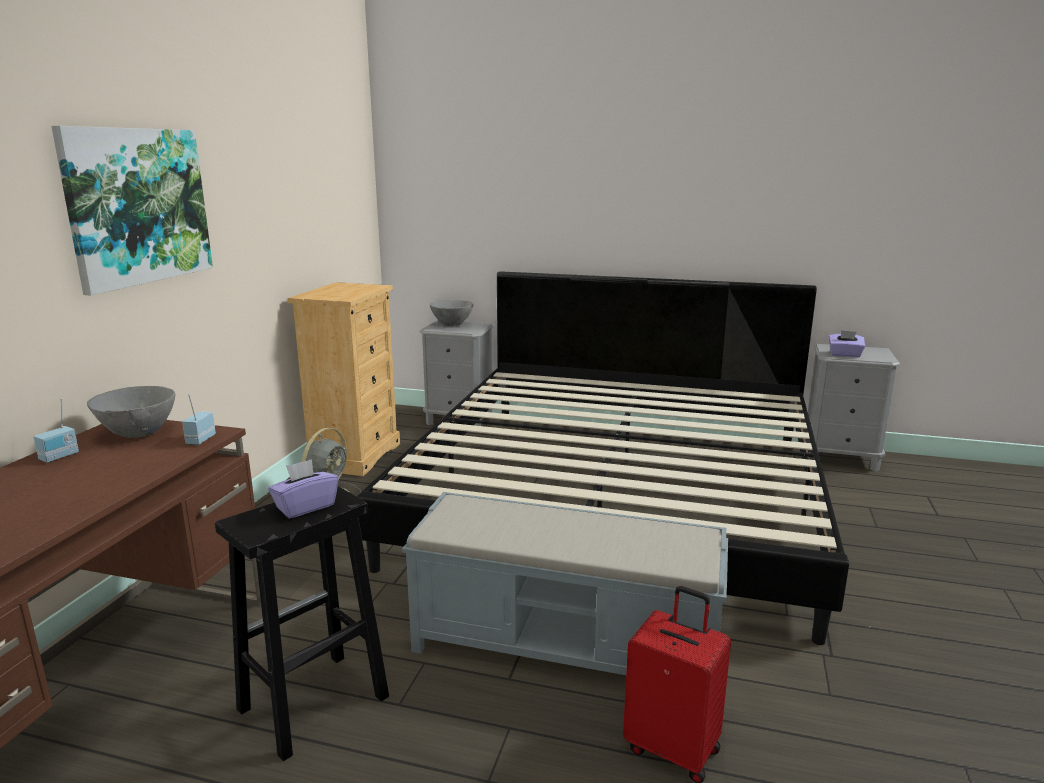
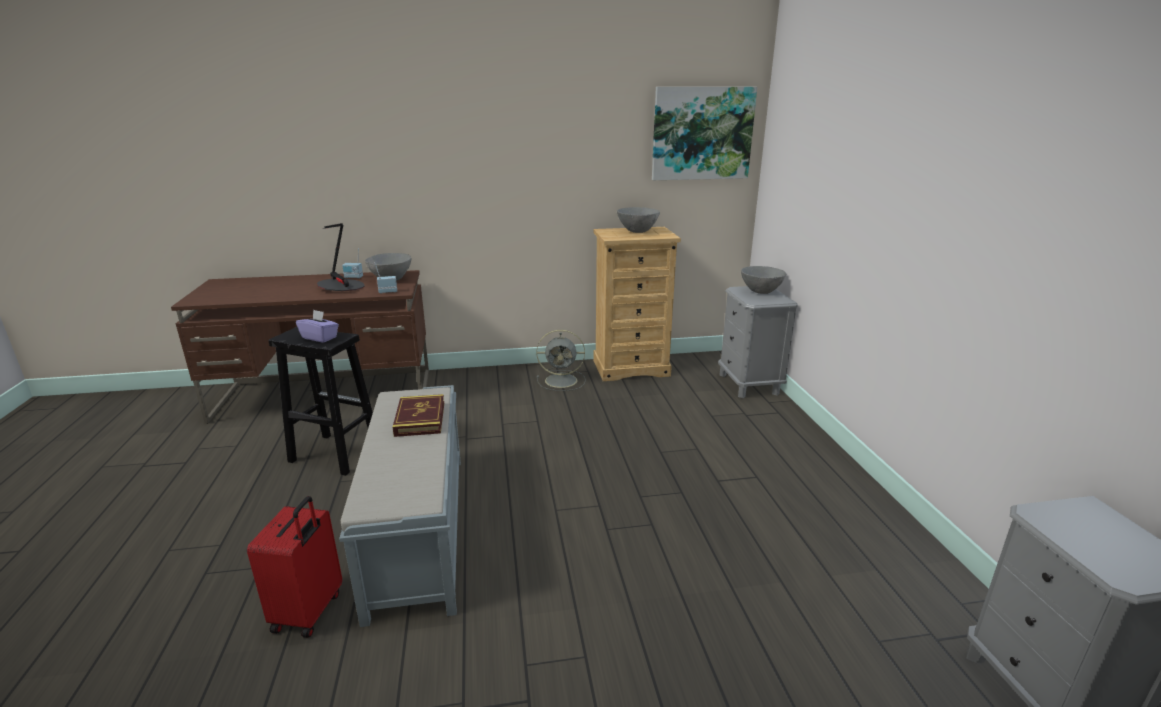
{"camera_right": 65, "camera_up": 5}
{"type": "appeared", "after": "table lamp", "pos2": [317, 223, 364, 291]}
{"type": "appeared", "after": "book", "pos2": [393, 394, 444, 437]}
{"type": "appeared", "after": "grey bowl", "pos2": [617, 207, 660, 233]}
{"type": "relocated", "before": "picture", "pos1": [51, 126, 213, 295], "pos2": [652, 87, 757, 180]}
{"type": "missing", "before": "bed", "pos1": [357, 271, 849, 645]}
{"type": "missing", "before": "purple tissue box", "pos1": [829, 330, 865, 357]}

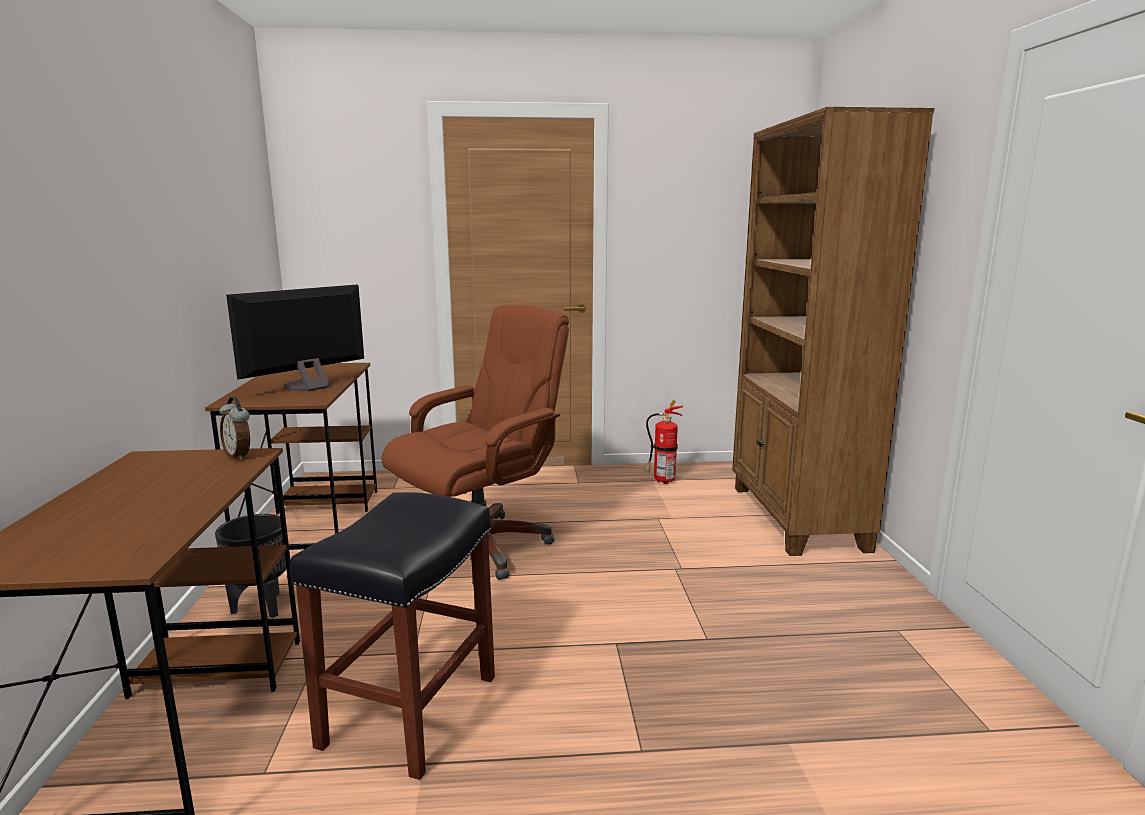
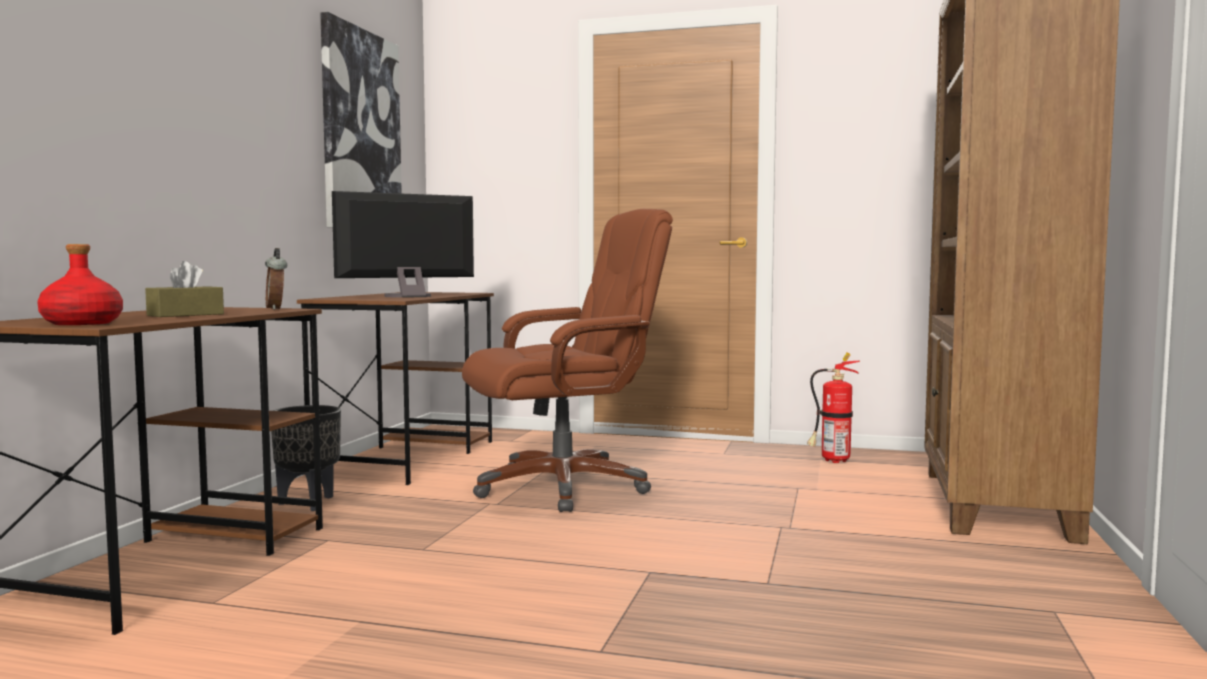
{"camera_right": 20, "camera_up": -10}
{"type": "appeared", "after": "red bottle", "pos2": [37, 244, 123, 325]}
{"type": "appeared", "after": "brown tissue box", "pos2": [145, 261, 224, 317]}
{"type": "appeared", "after": "picture", "pos2": [320, 12, 402, 228]}
{"type": "missing", "before": "black stool", "pos1": [290, 492, 495, 780]}

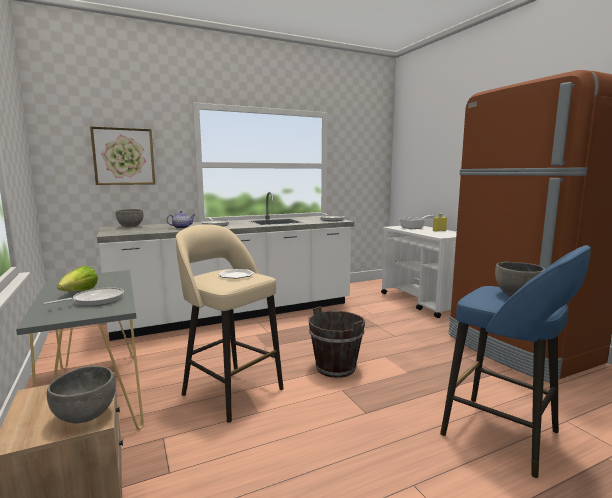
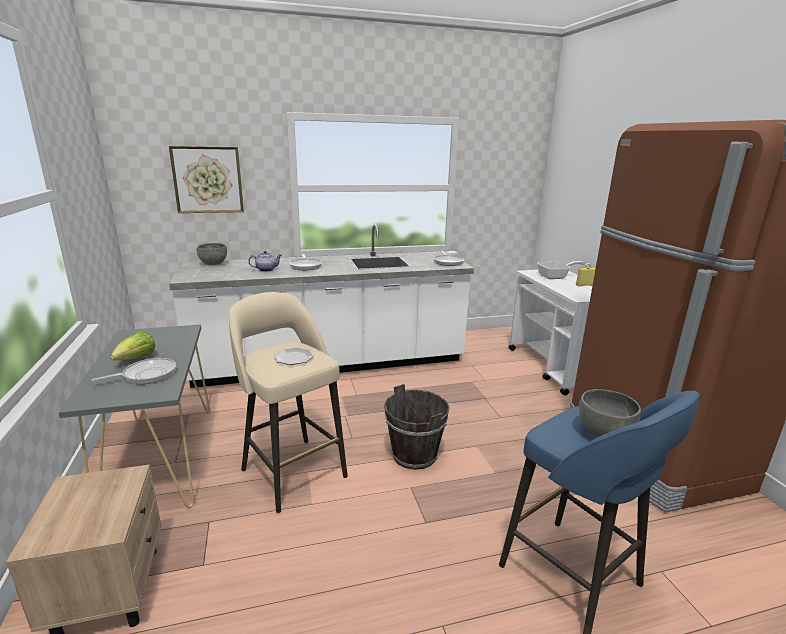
{"camera_right": 10, "camera_up": 10}
{"type": "missing", "before": "grey bowl", "pos1": [47, 366, 116, 423]}

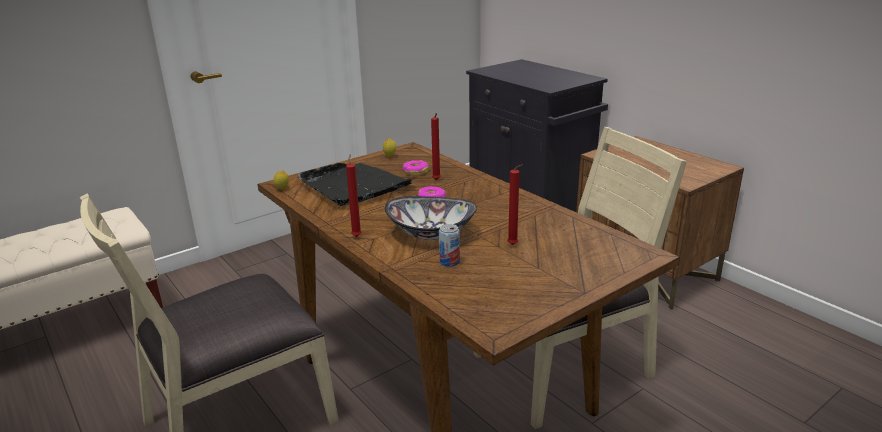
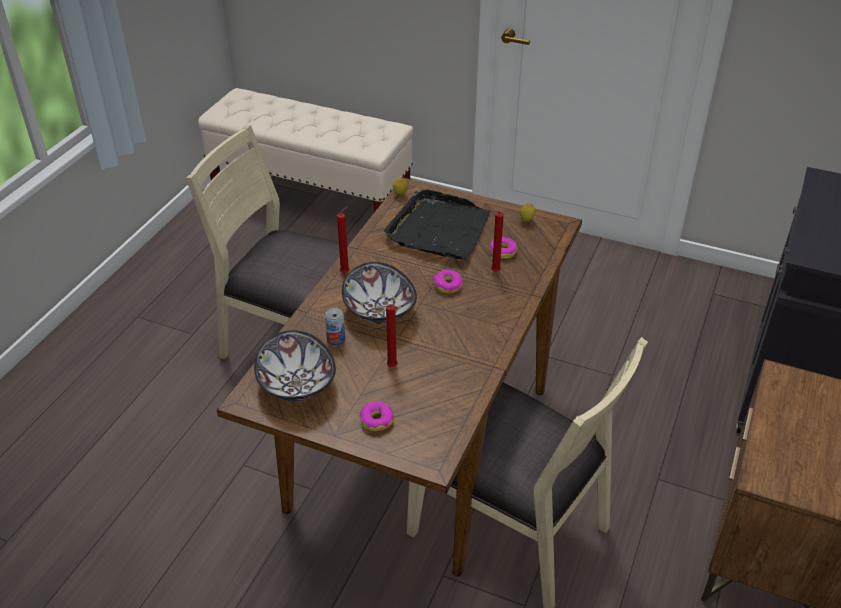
{"camera_right": 60, "camera_up": 15}
{"type": "appeared", "after": "bowl", "pos2": [254, 330, 336, 402]}
{"type": "appeared", "after": "donut", "pos2": [359, 402, 394, 431]}

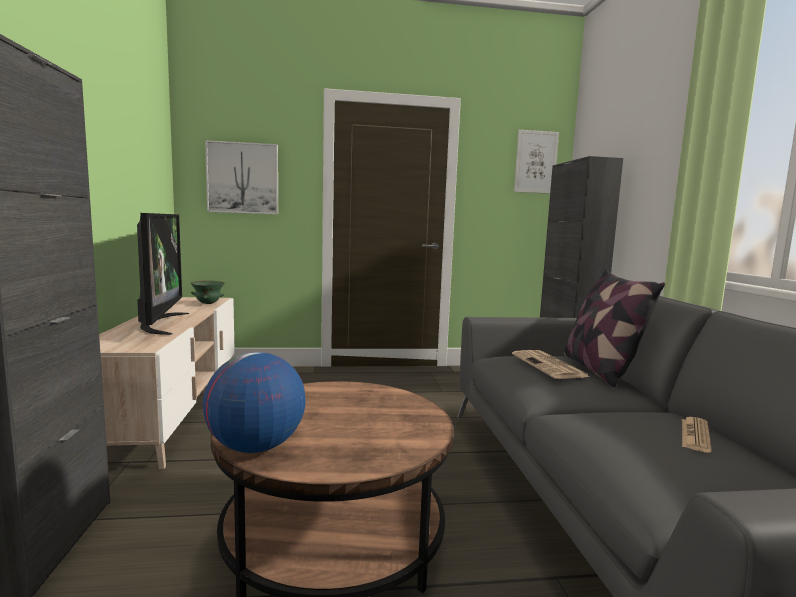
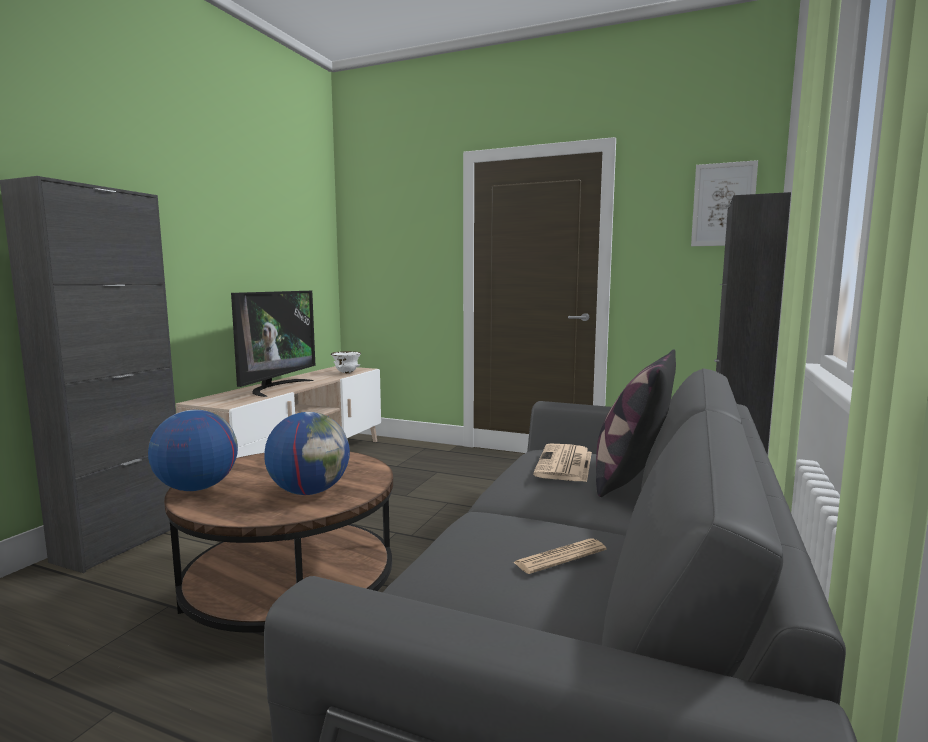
{"camera_right": 30, "camera_up": 0}
{"type": "appeared", "after": "globe", "pos2": [264, 412, 350, 495]}
{"type": "colour", "before": "green bowl", "after": "white bowl", "pos1": [191, 281, 225, 304], "pos2": [331, 351, 361, 373]}
{"type": "missing", "before": "picture", "pos1": [205, 140, 278, 214]}

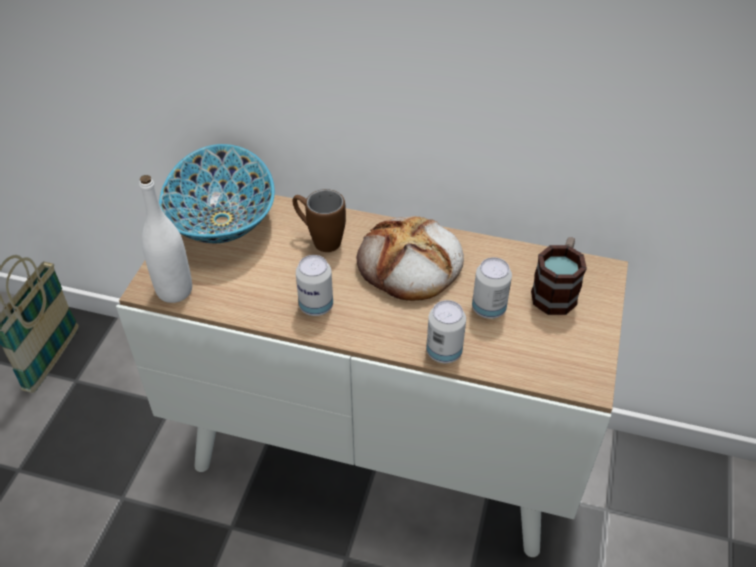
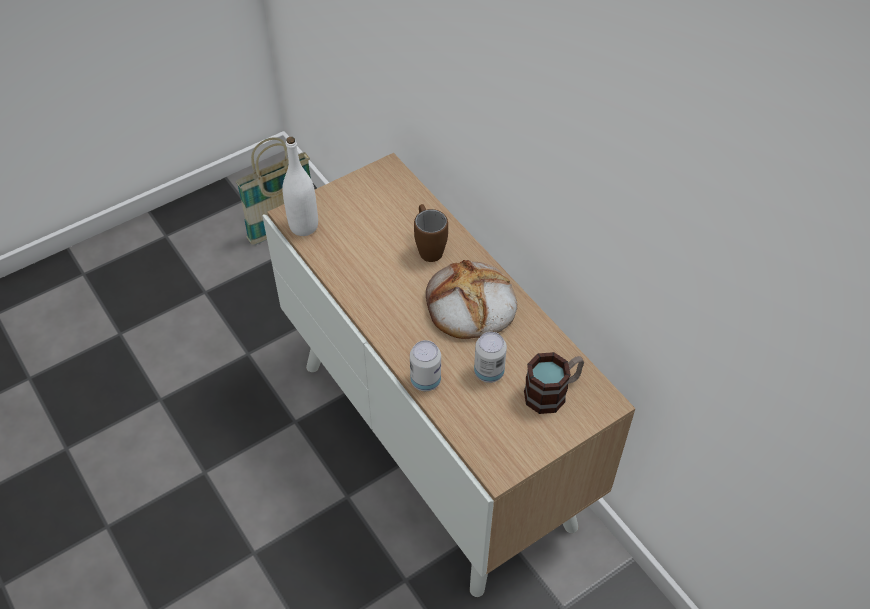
{"camera_right": 40, "camera_up": 5}
{"type": "missing", "before": "bowl", "pos1": [159, 144, 275, 243]}
{"type": "missing", "before": "can", "pos1": [296, 255, 333, 316]}

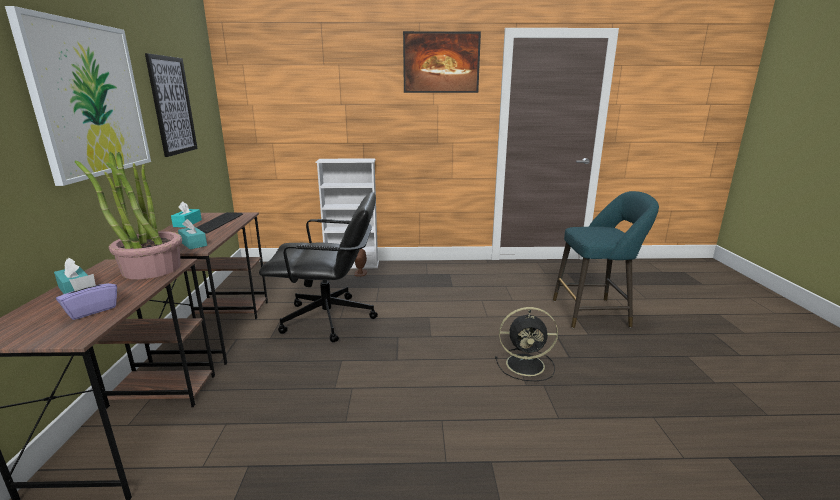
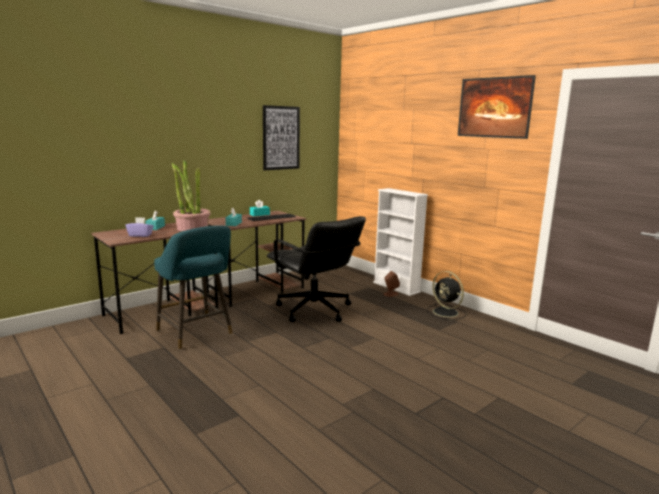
{"camera_right": 50, "camera_up": -5}
{"type": "relocated", "before": "turquoise stool", "pos1": [553, 191, 659, 328], "pos2": [154, 226, 233, 350]}
{"type": "relocated", "before": "black fan", "pos1": [495, 307, 558, 381], "pos2": [427, 271, 466, 320]}
{"type": "missing", "before": "picture", "pos1": [5, 6, 151, 186]}

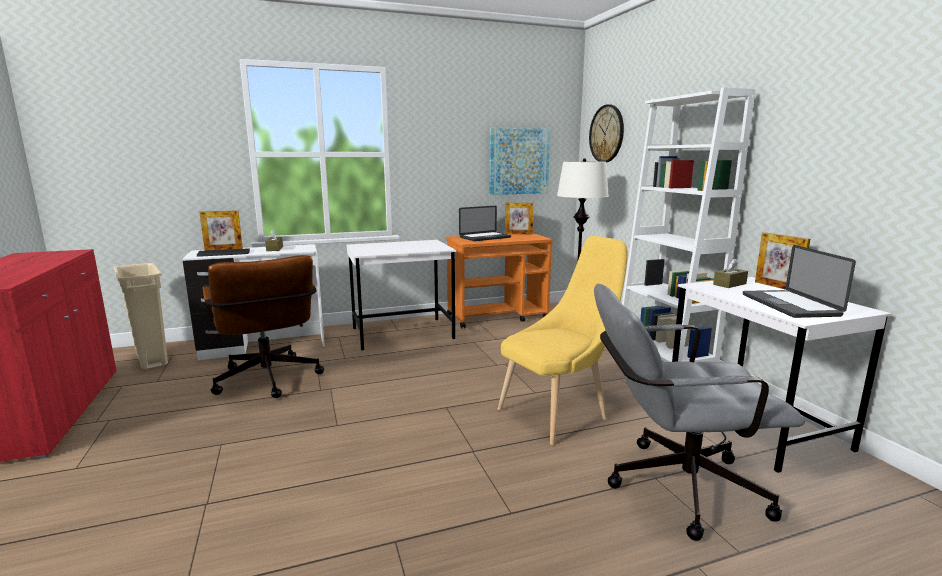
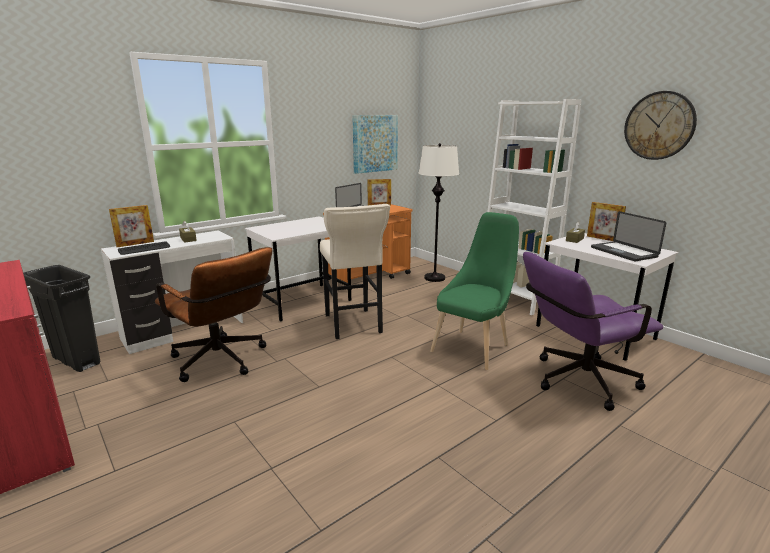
{"camera_right": -20, "camera_up": 5}
{"type": "colour", "before": "beige trash can", "after": "black trash can", "pos1": [114, 263, 168, 369], "pos2": [23, 265, 100, 372]}
{"type": "appeared", "after": "beige stool", "pos2": [320, 204, 390, 339]}
{"type": "colour", "before": "yellow chair", "after": "green chair", "pos1": [498, 236, 628, 445], "pos2": [430, 212, 519, 370]}
{"type": "colour", "before": "grey office chair", "after": "purple office chair", "pos1": [594, 284, 805, 541], "pos2": [523, 252, 663, 411]}
{"type": "relocated", "before": "wall clock", "pos1": [589, 104, 624, 162], "pos2": [624, 91, 697, 160]}

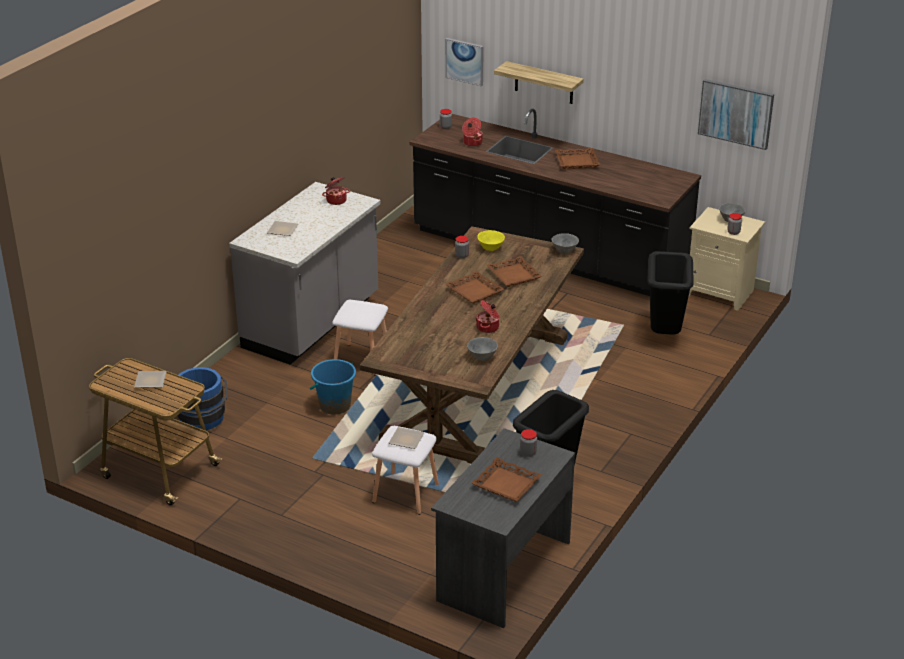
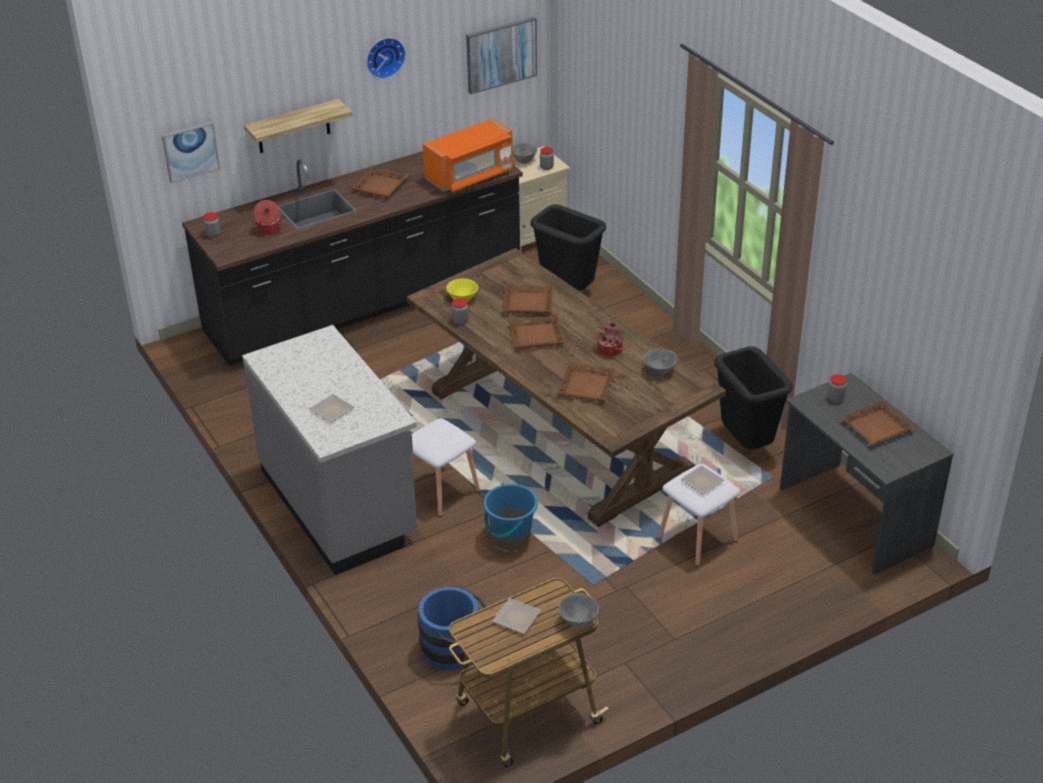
{"camera_right": -60, "camera_up": 5}
{"type": "appeared", "after": "wall clock", "pos2": [366, 38, 406, 79]}
{"type": "appeared", "after": "orange microwave", "pos2": [423, 118, 513, 192]}
{"type": "appeared", "after": "brown tray", "pos2": [557, 362, 616, 401]}
{"type": "relocated", "before": "grey bowl", "pos1": [552, 233, 579, 254], "pos2": [558, 594, 599, 628]}
{"type": "missing", "before": "cooking pot", "pos1": [322, 177, 350, 205]}

